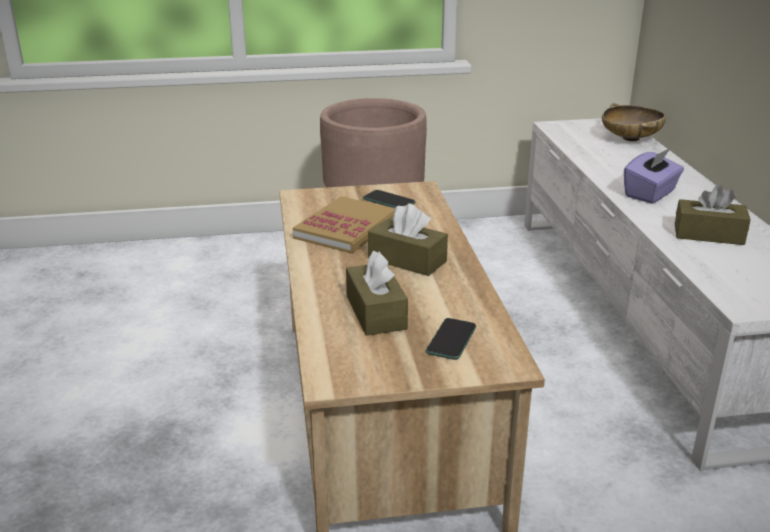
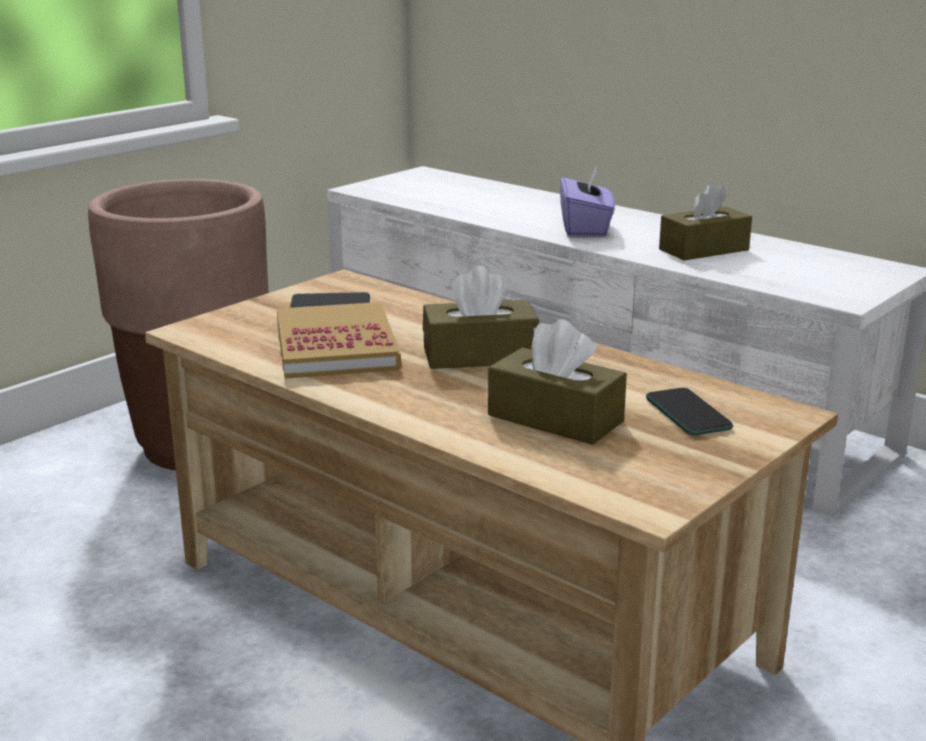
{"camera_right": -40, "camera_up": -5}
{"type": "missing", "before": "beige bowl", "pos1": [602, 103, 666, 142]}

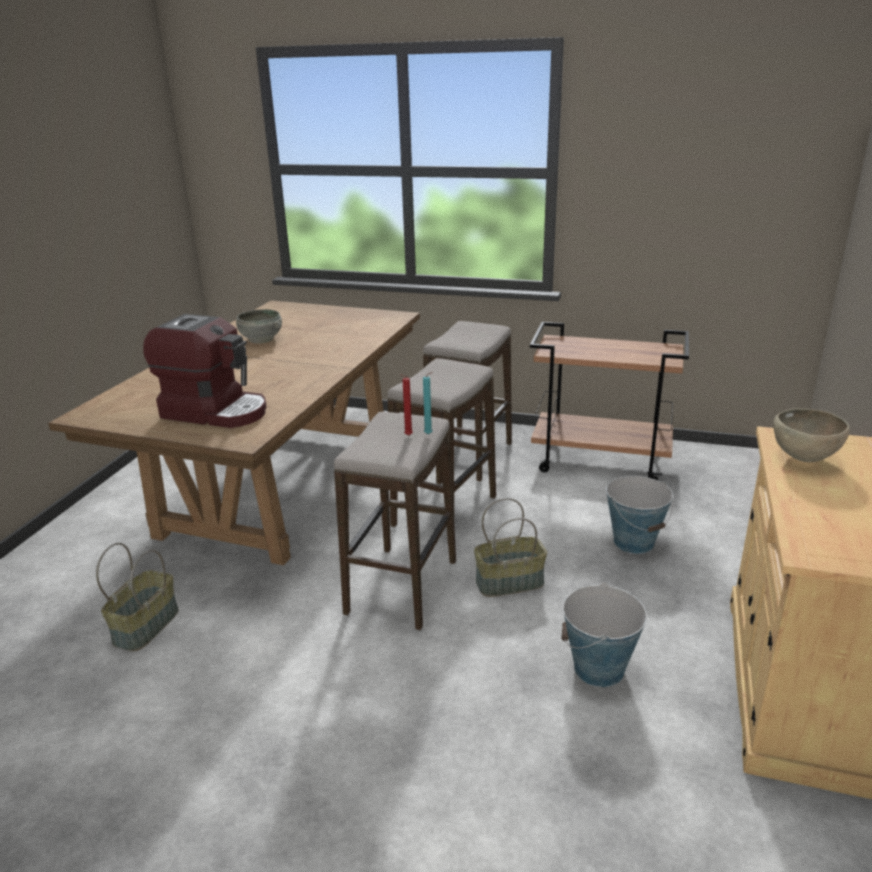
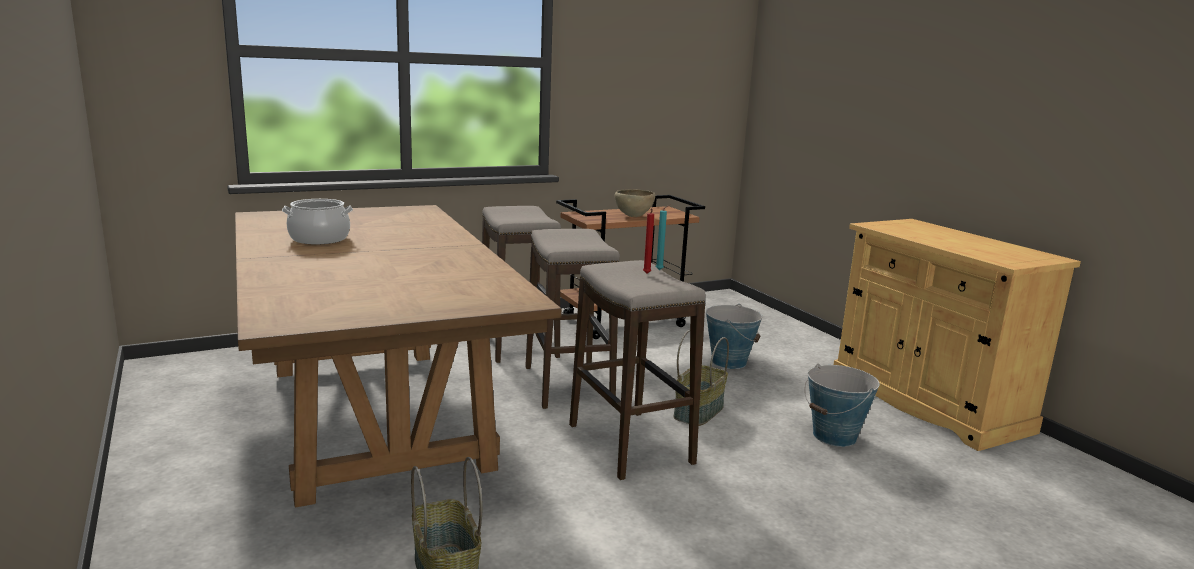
{"camera_right": -45, "camera_up": -10}
{"type": "exchanged", "before": "grey bowl", "after": "cooking pot", "pos1": [236, 309, 282, 343], "pos2": [282, 199, 353, 245]}
{"type": "relocated", "before": "brown bowl", "pos1": [773, 408, 850, 462], "pos2": [615, 189, 655, 217]}
{"type": "missing", "before": "coffee machine", "pos1": [143, 314, 267, 428]}

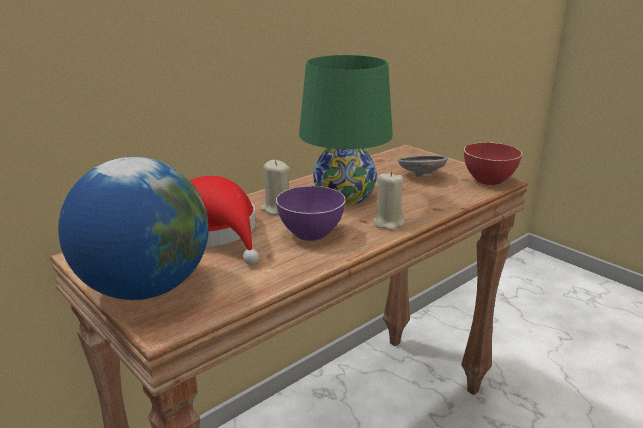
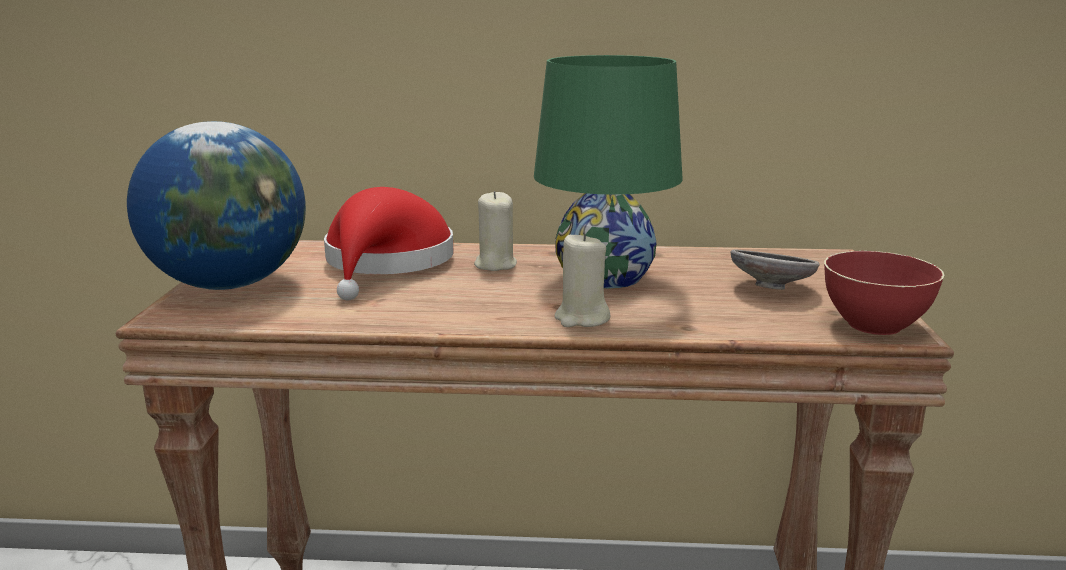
{"camera_right": 45, "camera_up": -5}
{"type": "missing", "before": "purple bowl", "pos1": [276, 186, 346, 241]}

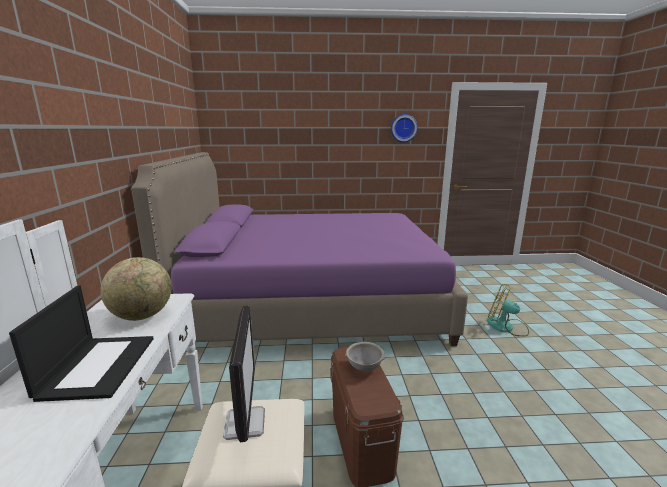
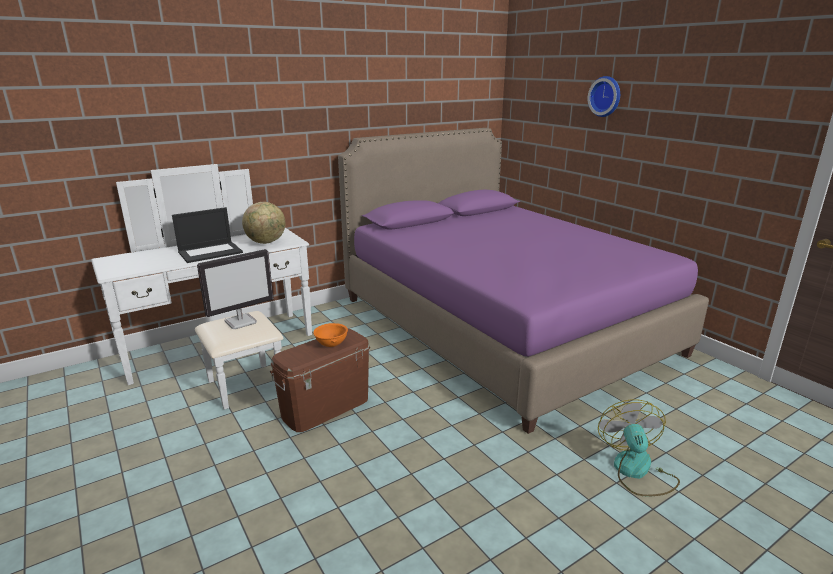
{"camera_right": 60, "camera_up": 5}
{"type": "colour", "before": "grey bowl", "after": "orange bowl", "pos1": [345, 342, 385, 372], "pos2": [313, 323, 348, 347]}
{"type": "relocated", "before": "wall clock", "pos1": [391, 114, 417, 142], "pos2": [587, 76, 620, 117]}

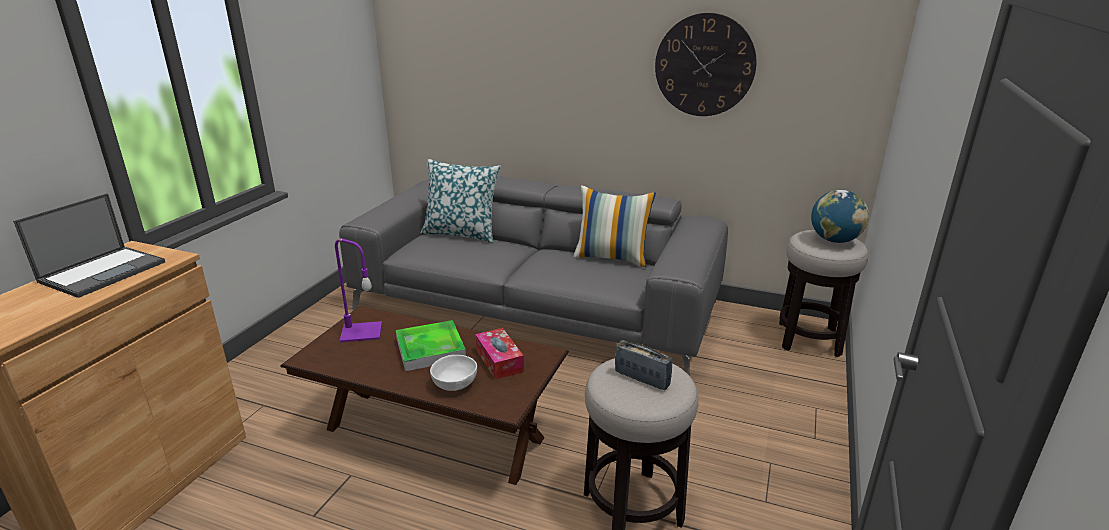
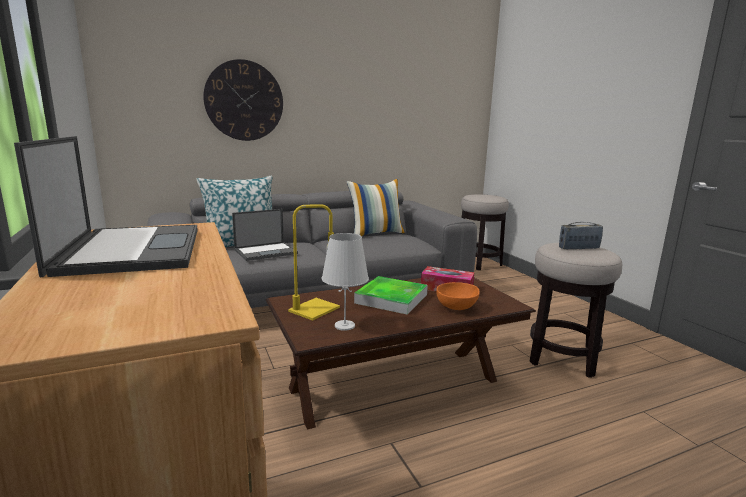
{"camera_right": -45, "camera_up": -10}
{"type": "relocated", "before": "wall clock", "pos1": [655, 13, 757, 116], "pos2": [203, 59, 283, 141]}
{"type": "appeared", "after": "laptop", "pos2": [232, 209, 298, 261]}
{"type": "colour", "before": "purple table lamp", "after": "yellow table lamp", "pos1": [335, 239, 382, 342], "pos2": [288, 204, 340, 321]}
{"type": "appeared", "after": "white table lamp", "pos2": [321, 233, 369, 331]}
{"type": "colour", "before": "white bowl", "after": "orange bowl", "pos1": [430, 355, 477, 391], "pos2": [436, 282, 480, 310]}
{"type": "missing", "before": "globe", "pos1": [811, 190, 869, 243]}

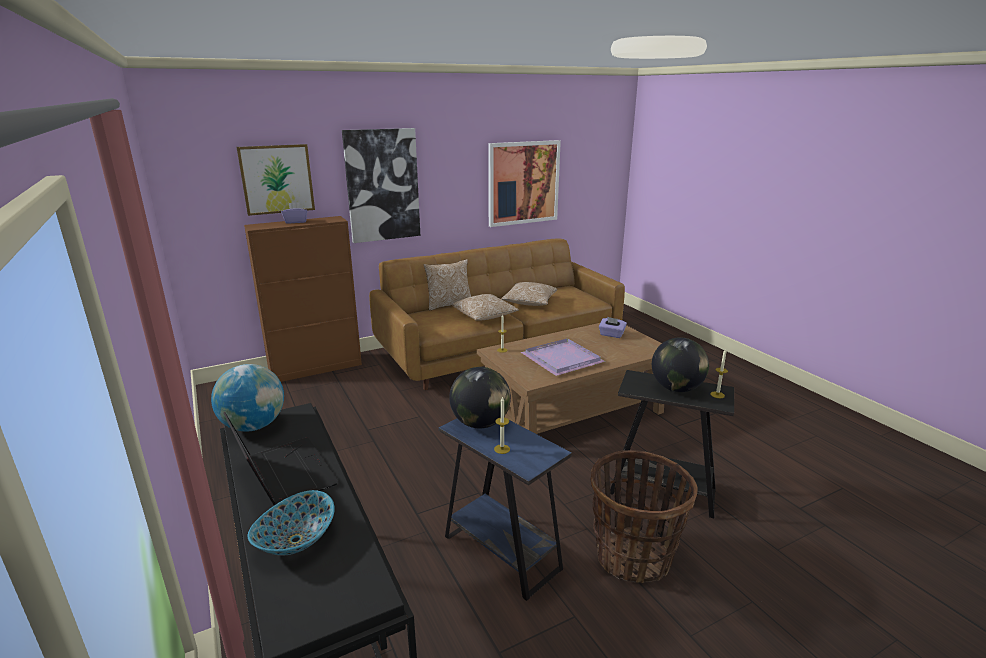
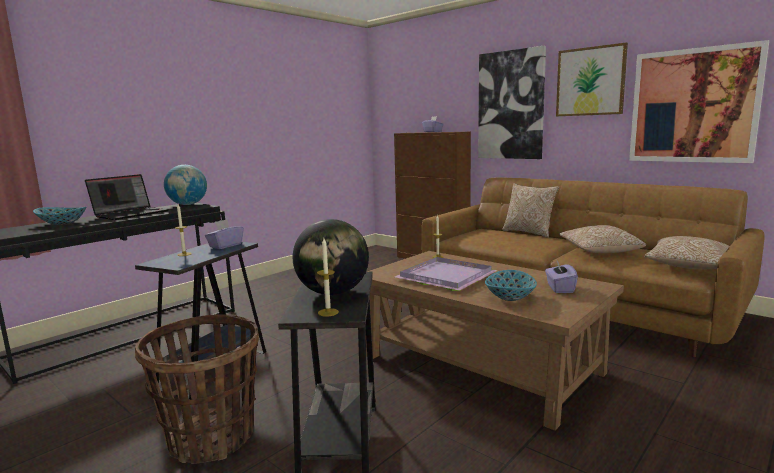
{"camera_right": 70, "camera_up": -10}
{"type": "exchanged", "before": "globe", "after": "purple tissue box", "pos1": [449, 367, 511, 429], "pos2": [205, 219, 244, 249]}
{"type": "appeared", "after": "bowl", "pos2": [485, 270, 537, 301]}
{"type": "relocated", "before": "picture", "pos1": [237, 144, 315, 216], "pos2": [556, 43, 628, 116]}
{"type": "relocated", "before": "pillow", "pos1": [452, 294, 519, 321], "pos2": [644, 236, 730, 269]}

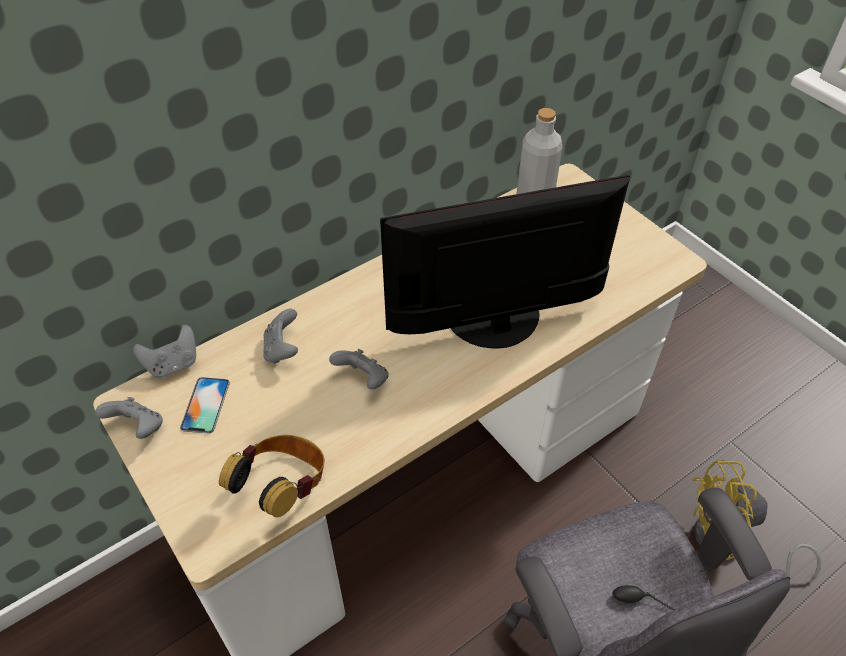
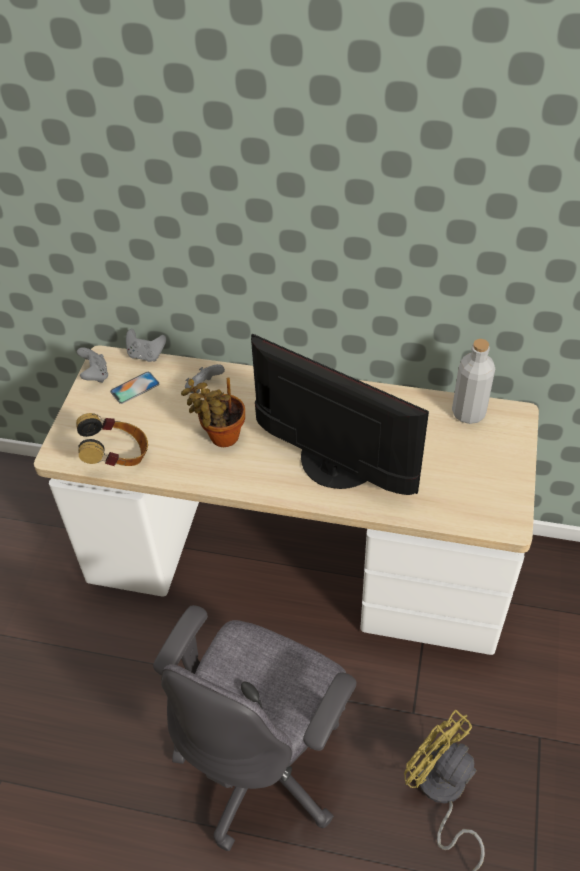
{"camera_right": 50, "camera_up": 0}
{"type": "exchanged", "before": "grey game controller", "after": "potted plant", "pos1": [329, 349, 389, 389], "pos2": [181, 377, 245, 447]}

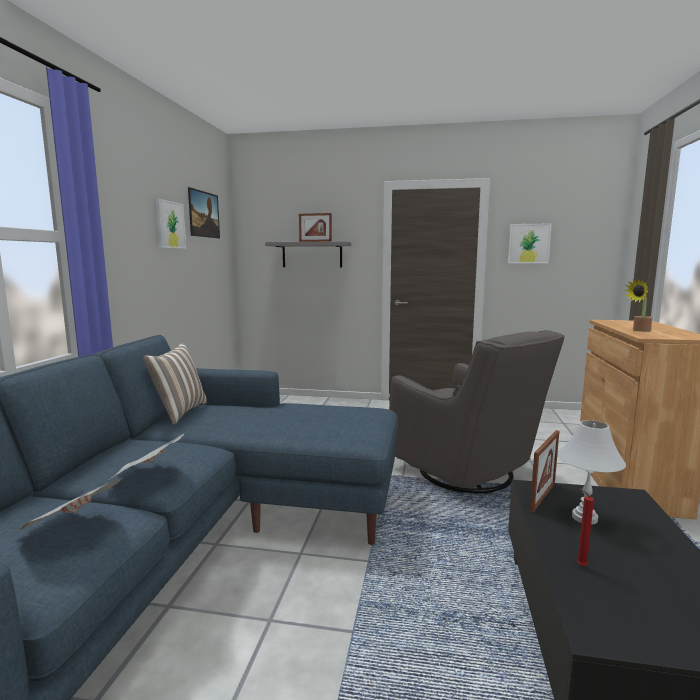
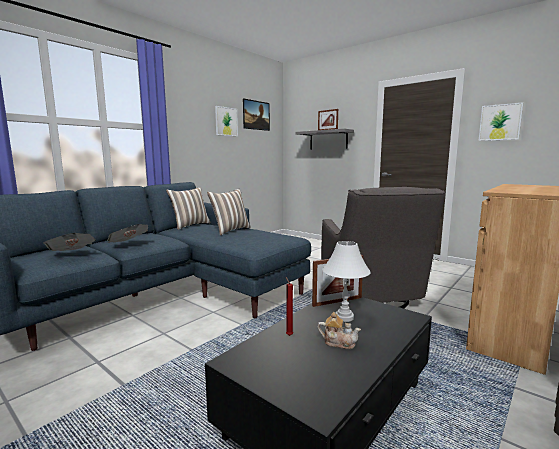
{"camera_right": 30, "camera_up": 0}
{"type": "appeared", "after": "pillow", "pos2": [207, 189, 251, 235]}
{"type": "appeared", "after": "teapot", "pos2": [317, 312, 361, 349]}
{"type": "missing", "before": "potted plant", "pos1": [625, 279, 652, 332]}

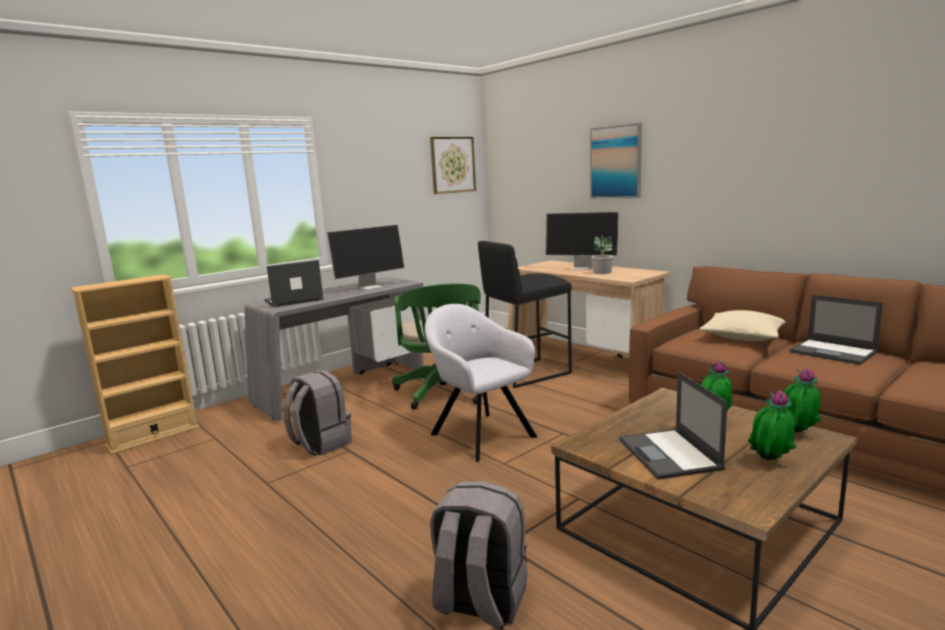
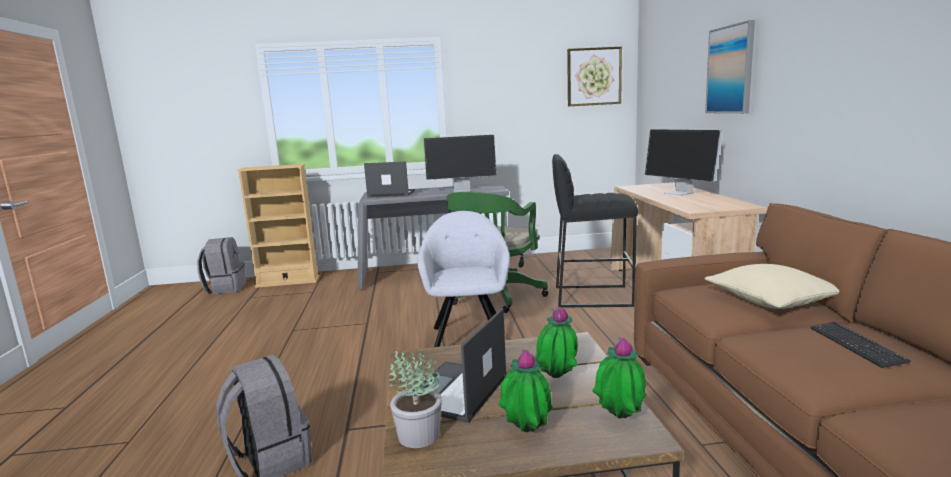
{"camera_right": 35, "camera_up": 0}
{"type": "relocated", "before": "grey backpack", "pos1": [283, 370, 352, 456], "pos2": [197, 237, 246, 294]}
{"type": "relocated", "before": "potted plant", "pos1": [592, 236, 614, 274], "pos2": [389, 348, 442, 448]}
{"type": "exchanged", "before": "laptop", "after": "keyboard", "pos1": [790, 295, 883, 365], "pos2": [810, 321, 911, 368]}

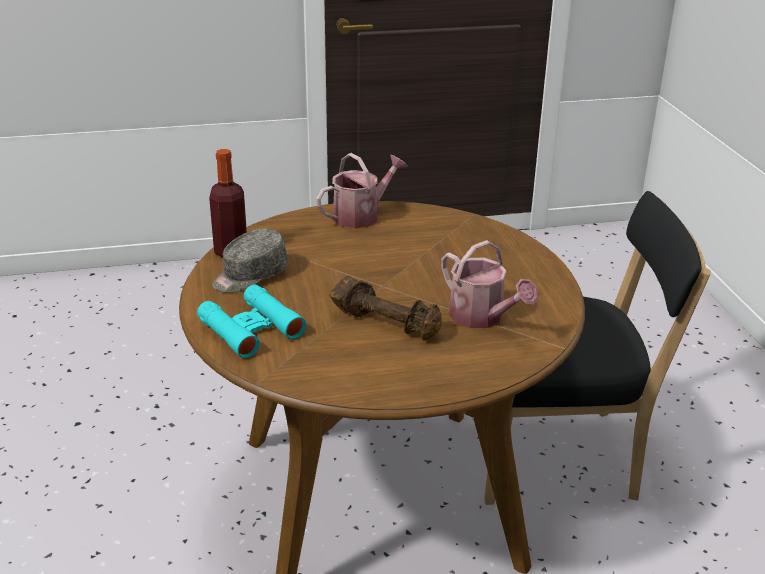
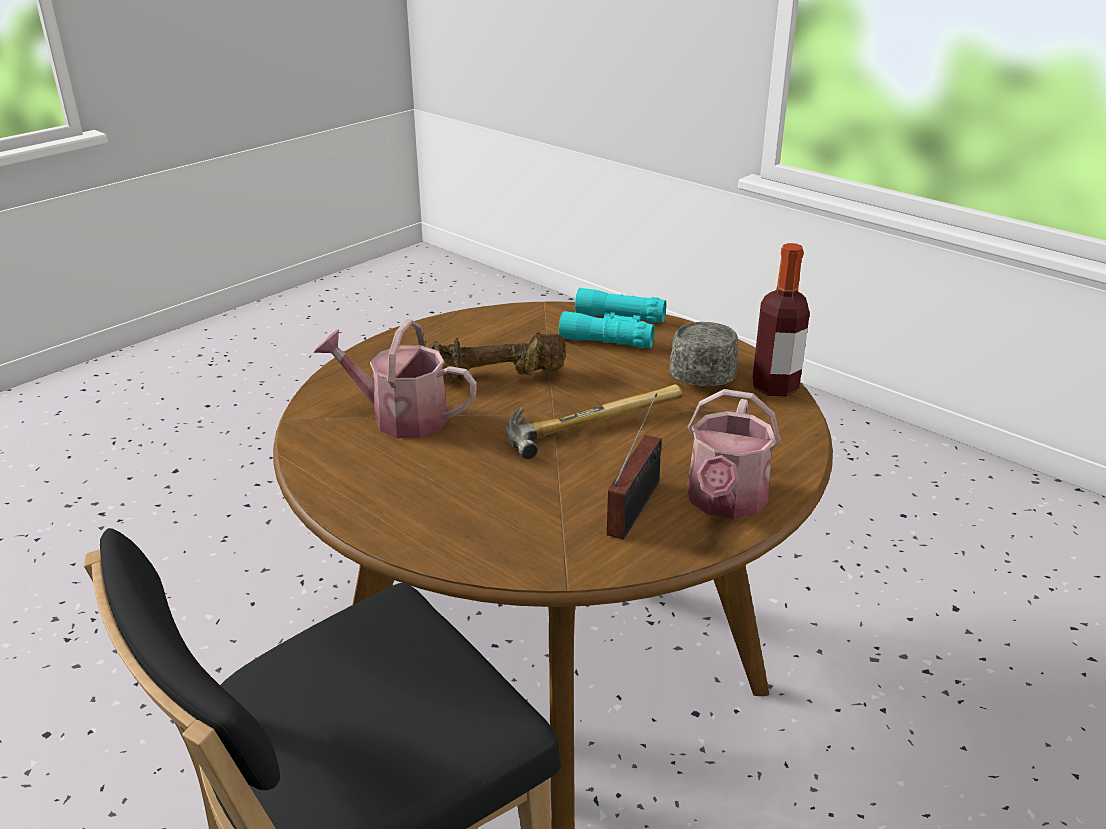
{"camera_right": 145, "camera_up": 0}
{"type": "appeared", "after": "hammer", "pos2": [506, 384, 683, 459]}
{"type": "appeared", "after": "radio", "pos2": [607, 394, 662, 540]}

